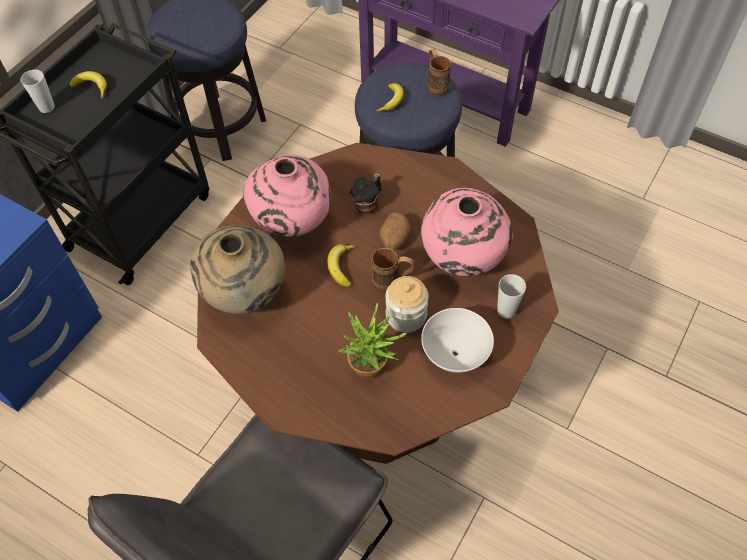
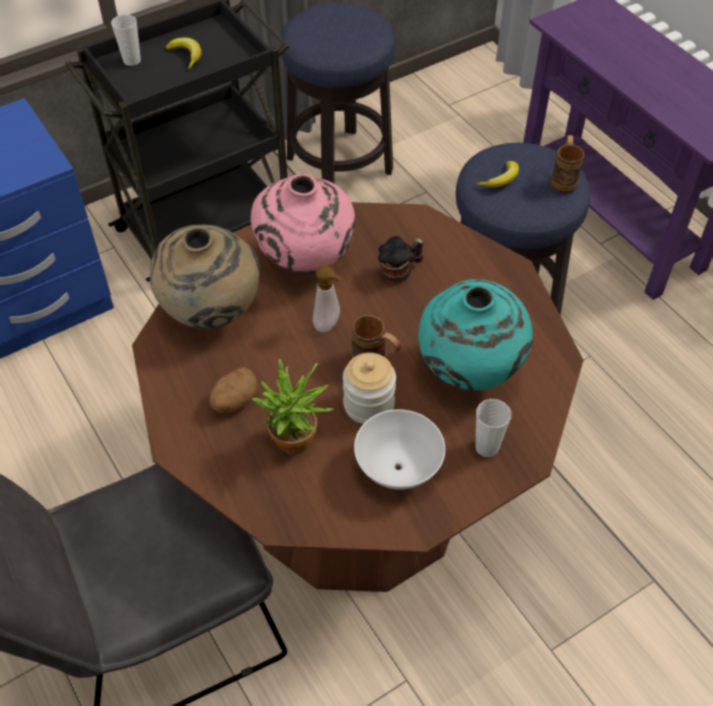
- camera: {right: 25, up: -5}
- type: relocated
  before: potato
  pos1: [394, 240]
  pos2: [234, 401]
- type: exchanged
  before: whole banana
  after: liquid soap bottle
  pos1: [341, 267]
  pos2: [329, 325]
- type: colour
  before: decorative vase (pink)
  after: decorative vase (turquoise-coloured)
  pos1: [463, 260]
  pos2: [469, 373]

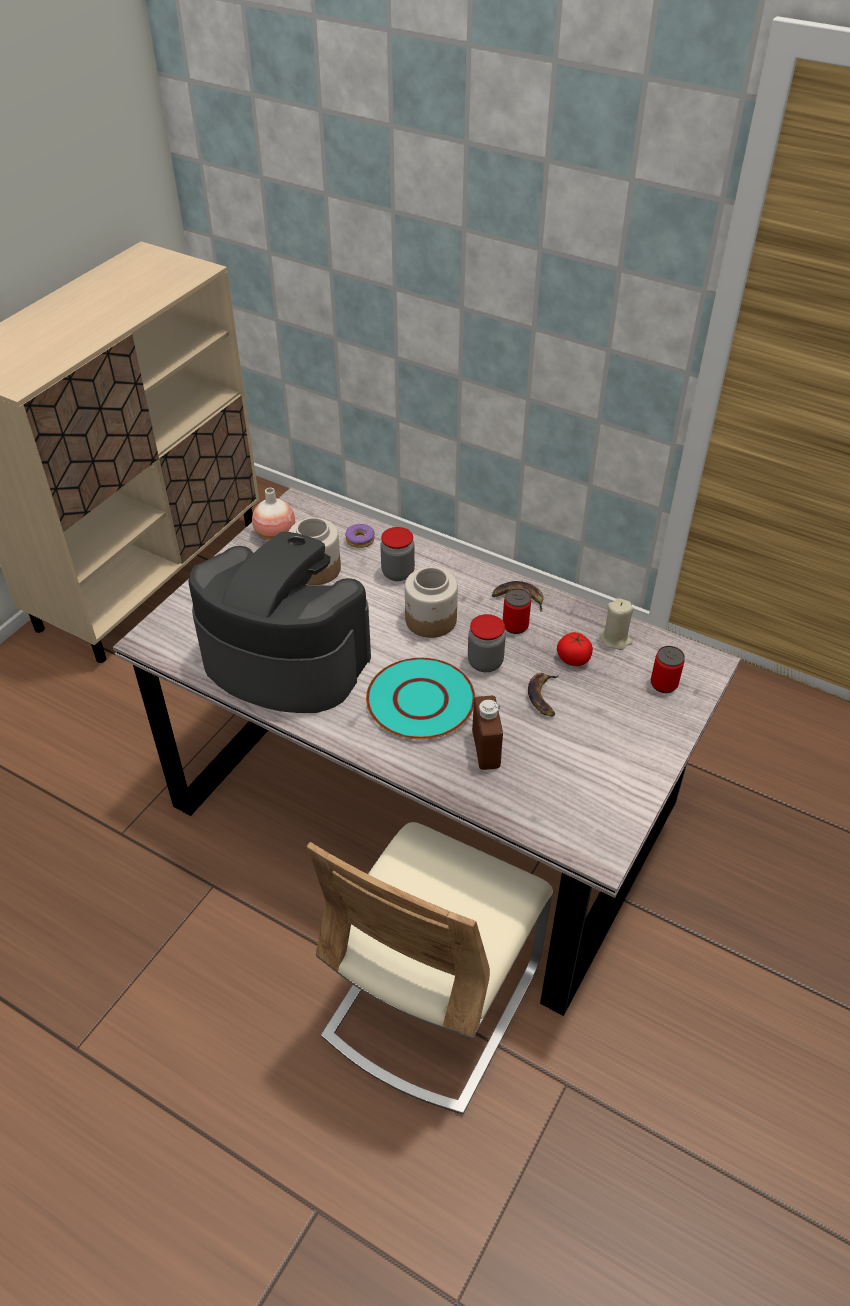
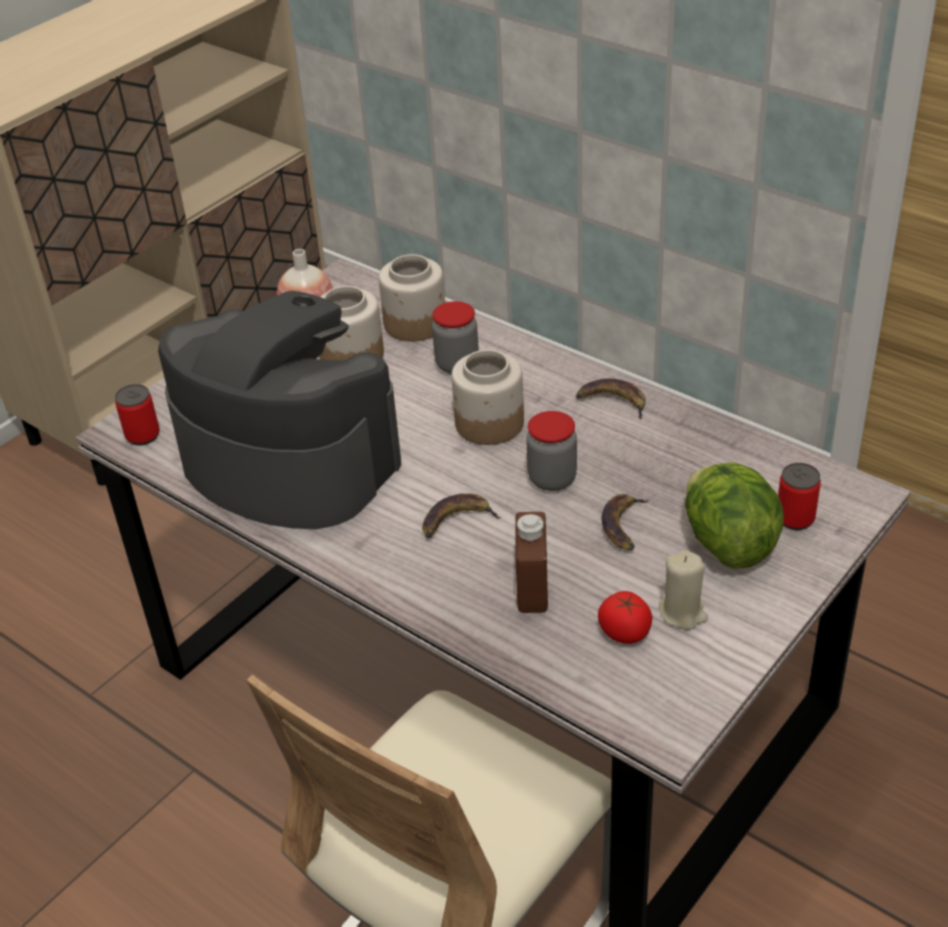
- camera: {right: 10, up: -5}
- type: relocated
  before: metal can
  pos1: [515, 625]
  pos2: [143, 435]
- type: exchanged
  before: doughnut
  after: preserve jar
  pos1: [360, 540]
  pos2: [416, 323]
- type: exchanged
  before: plate (turquoise-coloured)
  after: whole banana
  pos1: [420, 700]
  pos2: [456, 520]
- type: relocated
  before: whole tomato
  pos1: [573, 659]
  pos2: [625, 632]
- type: relocated
  before: wax candle (beige)
  pos1: [615, 639]
  pos2: [682, 613]
- type: appeared
  after: head of lettuce
  pos2: [727, 543]

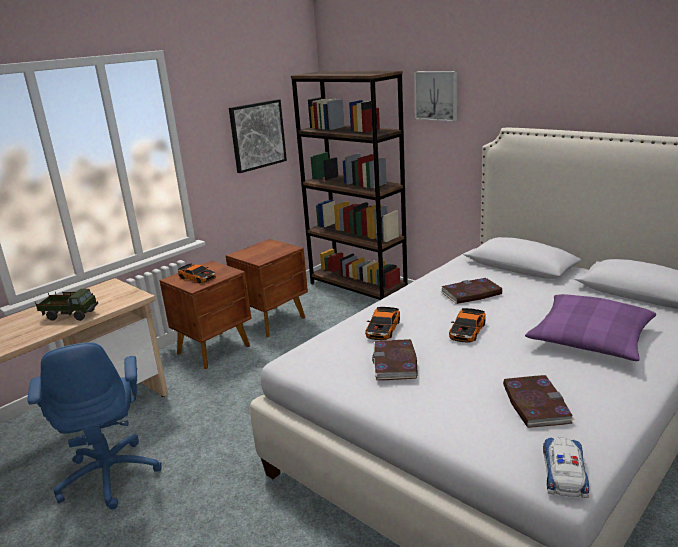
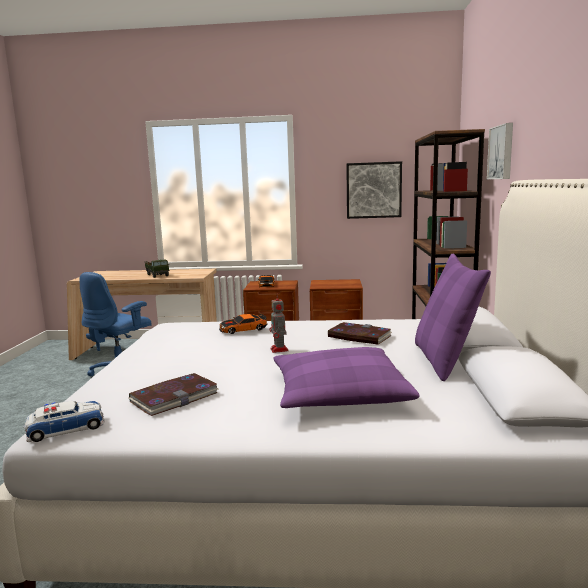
- camera: {right: 50, up: -10}
- type: exchanged
  before: miniature car
  after: model robot
  pos1: [467, 331]
  pos2: [279, 350]
- type: appeared
  after: cushion (purplish)
  pos2: [444, 361]
- type: missing
  before: bound book
  pos1: [395, 363]

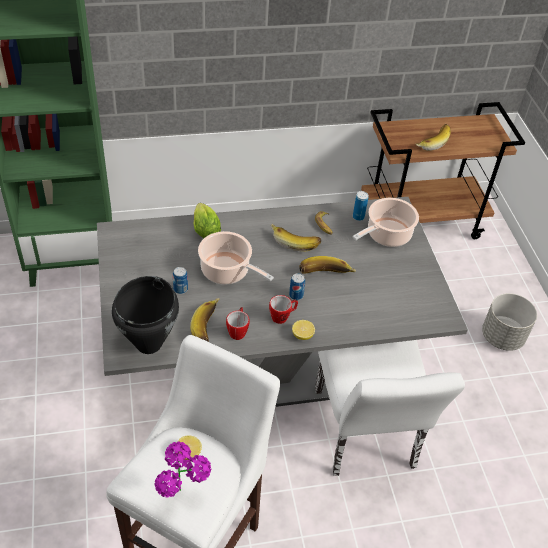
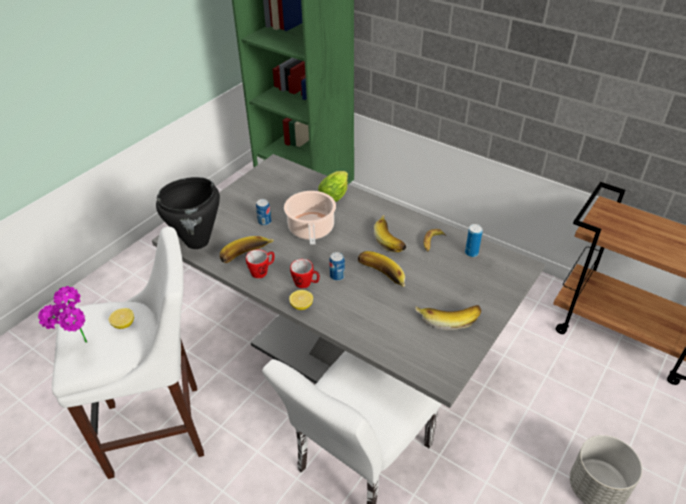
- camera: {right: 50, up: -5}
- type: relocated
  before: whole banana
  pos1: [431, 142]
  pos2: [448, 318]
- type: missing
  before: stockpot
  pos1: [386, 235]

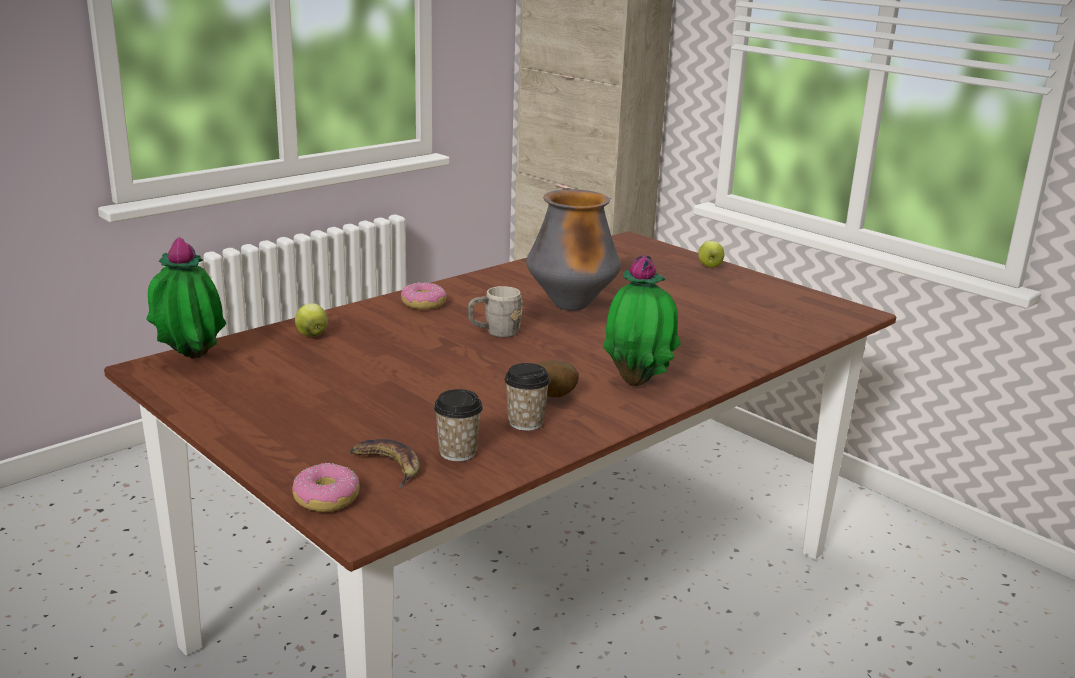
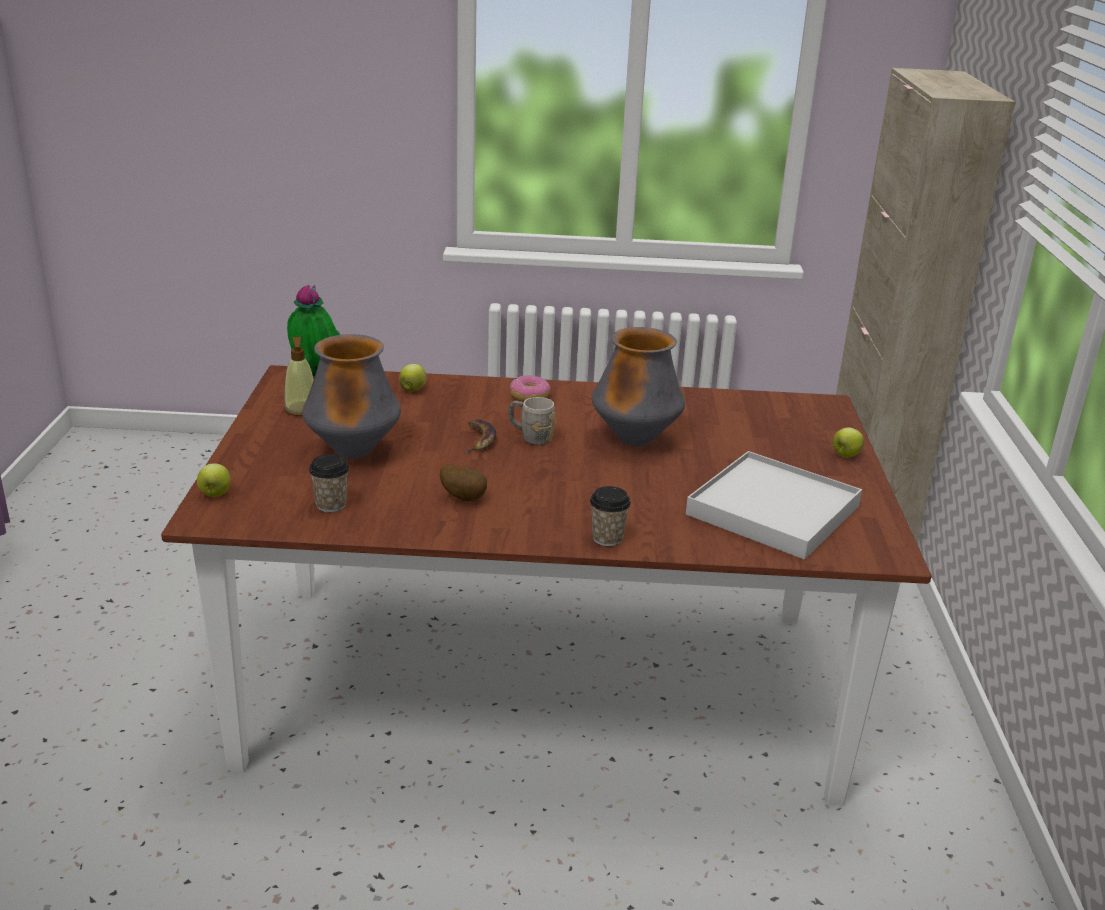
- camera: {right: 45, up: 5}
- type: exchanged
  before: doughnut
  after: whole apple
  pos1: [326, 498]
  pos2: [215, 494]
- type: appeared
  after: liquid soap bottle
  pos2: [301, 410]
- type: appeared
  after: decorative vase
  pos2: [354, 452]
- type: relocated
  before: whole banana
  pos1: [387, 466]
  pos2: [479, 439]
- type: relocated
  before: small cup
  pos1: [525, 423]
  pos2: [607, 538]
- type: appeared
  after: serving tray (whitish)
  pos2: [773, 511]
- type: missing
  before: plant in a pot
  pos1: [638, 381]

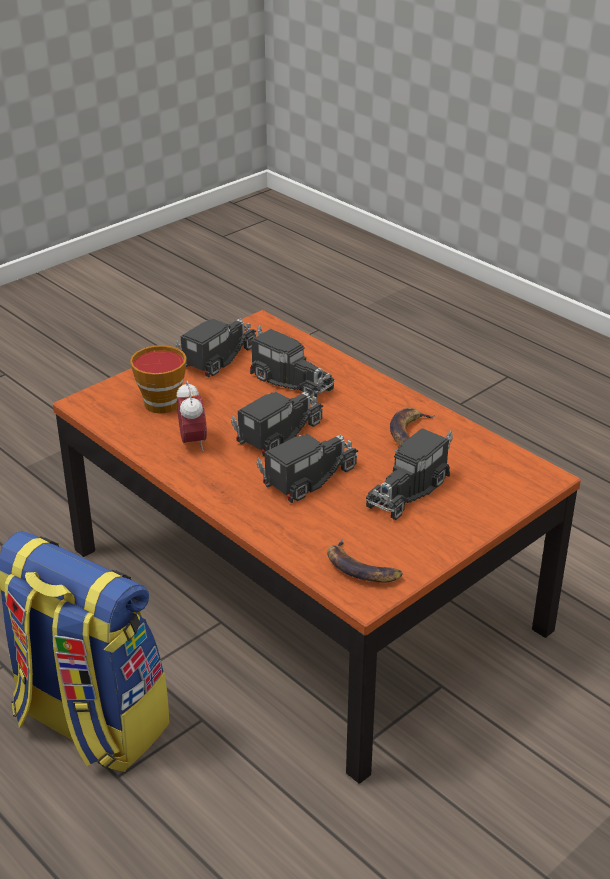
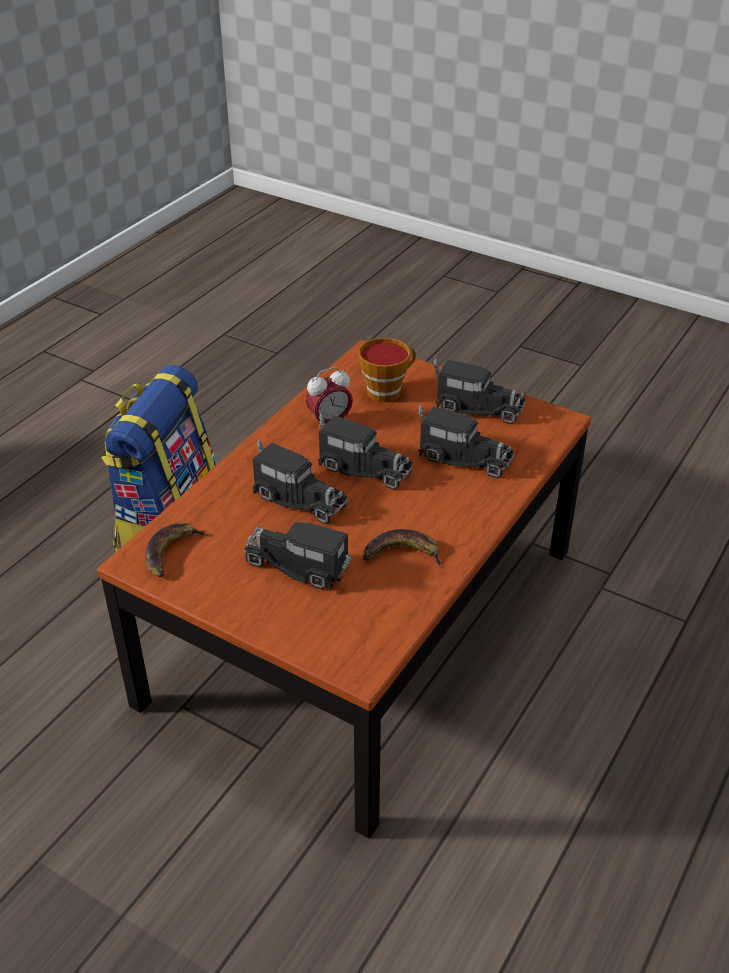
- camera: {right: 75, up: 5}
- type: spun
  before: toy lorry
  pos1: [289, 380]
  pos2: [460, 457]
  turn: -90

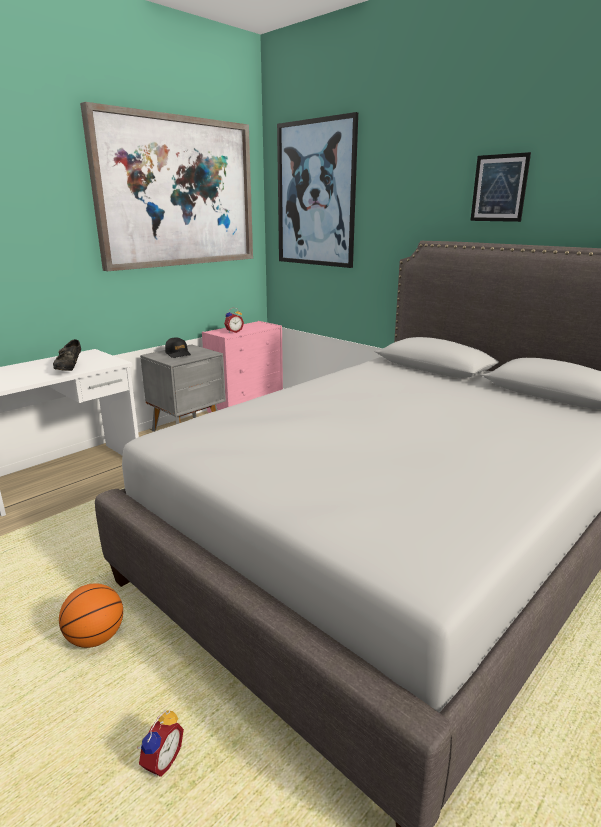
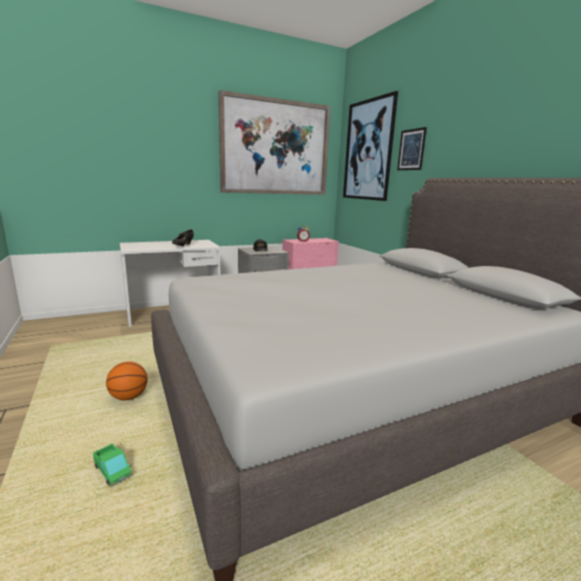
- camera: {right: 20, up: -5}
- type: exchanged
  before: bedside clock
  after: toy lorry
  pos1: [161, 761]
  pos2: [113, 471]
- type: relocated
  before: wall picture
  pos1: [499, 188]
  pos2: [411, 149]

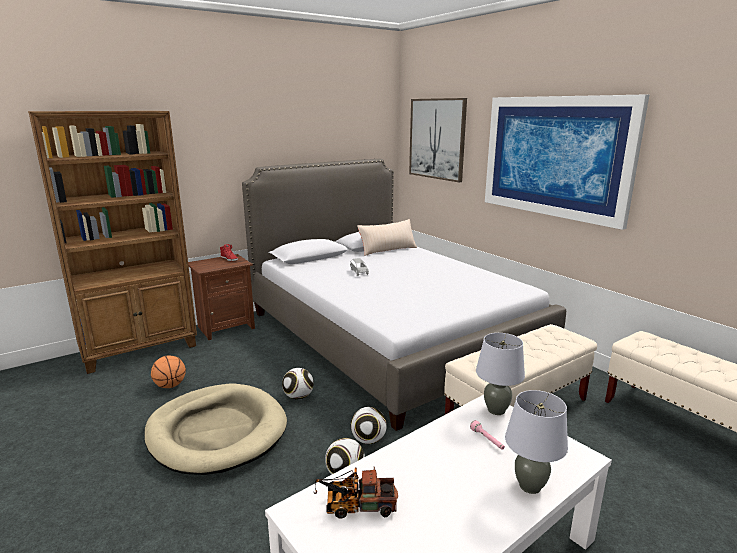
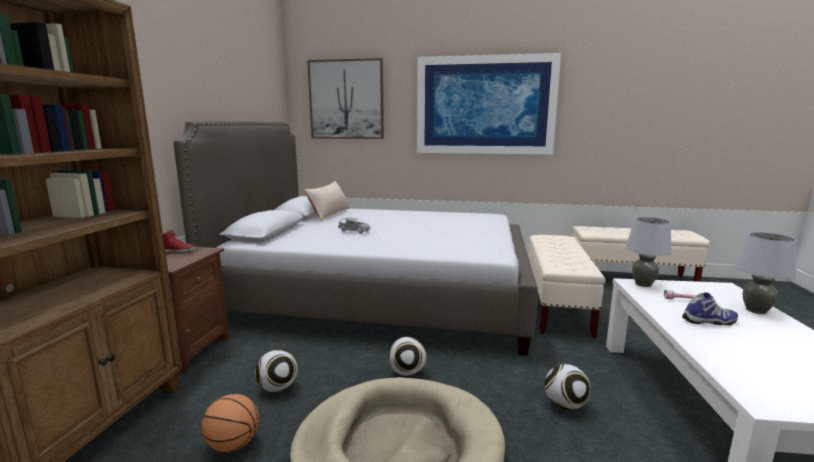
- camera: {right: -45, up: -5}
- type: relocated
  before: football ball
  pos1: [368, 440]
  pos2: [277, 388]
- type: appeared
  after: item of footwear
  pos2: [710, 322]
- type: missing
  before: toy lorry
  pos1: [356, 506]

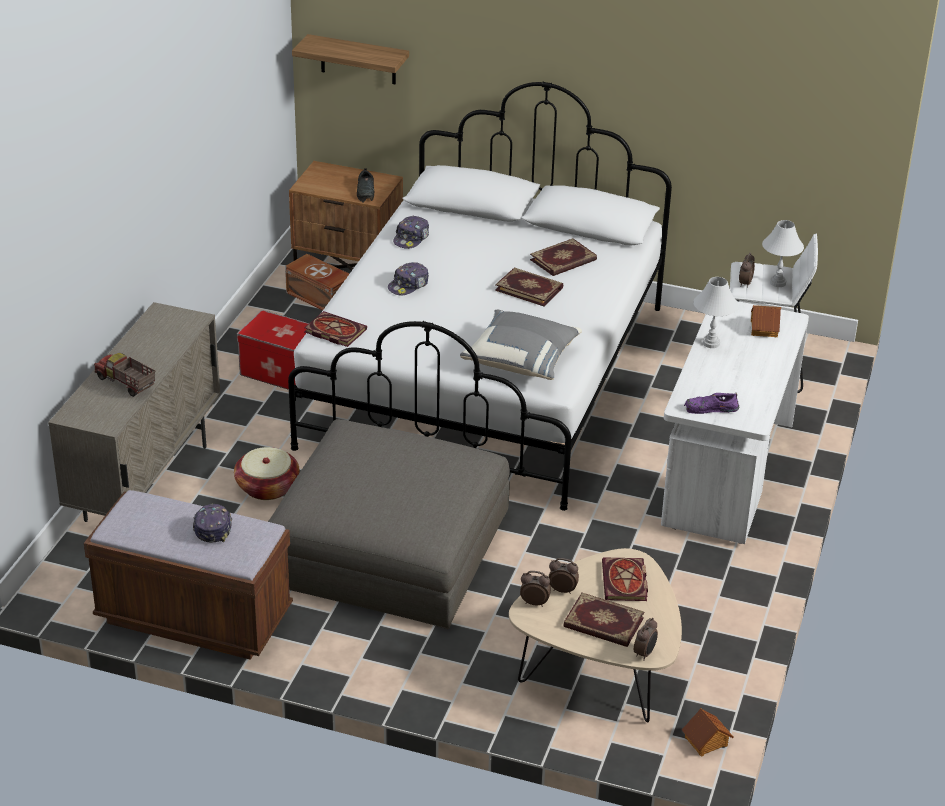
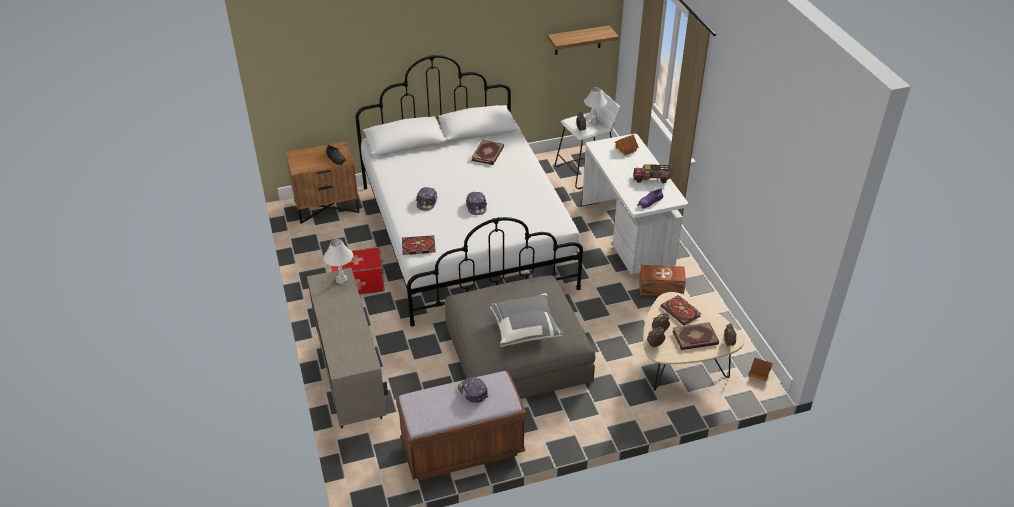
- camera: {right: -35, up: 5}
- type: relocated
  before: tabletop lamp (whitish)
  pos1: [710, 343]
  pos2: [341, 279]
- type: relocated
  before: baseball cap
  pos1: [411, 238]
  pos2: [476, 207]
- type: relocated
  before: cushion (greyish)
  pos1: [522, 360]
  pos2: [525, 329]
- type: relocated
  before: bracket shelf
  pos1: [358, 60]
  pos2: [578, 40]
- type: relocated
  before: toy lorry
  pos1: [125, 383]
  pos2: [651, 179]
- type: relocated
  before: storage bin (brown)
  pos1: [320, 298]
  pos2: [661, 289]
- type: missing
  before: basket
  pos1: [267, 487]
- type: missing
  before: bound book
  pos1: [529, 288]

